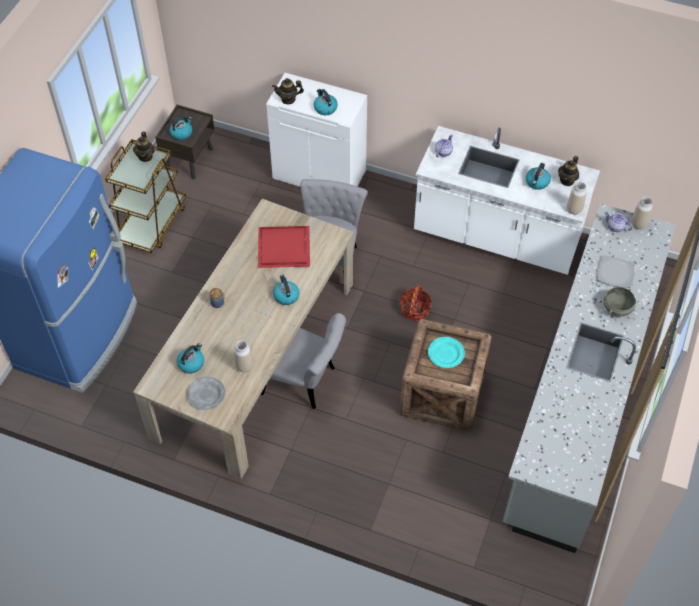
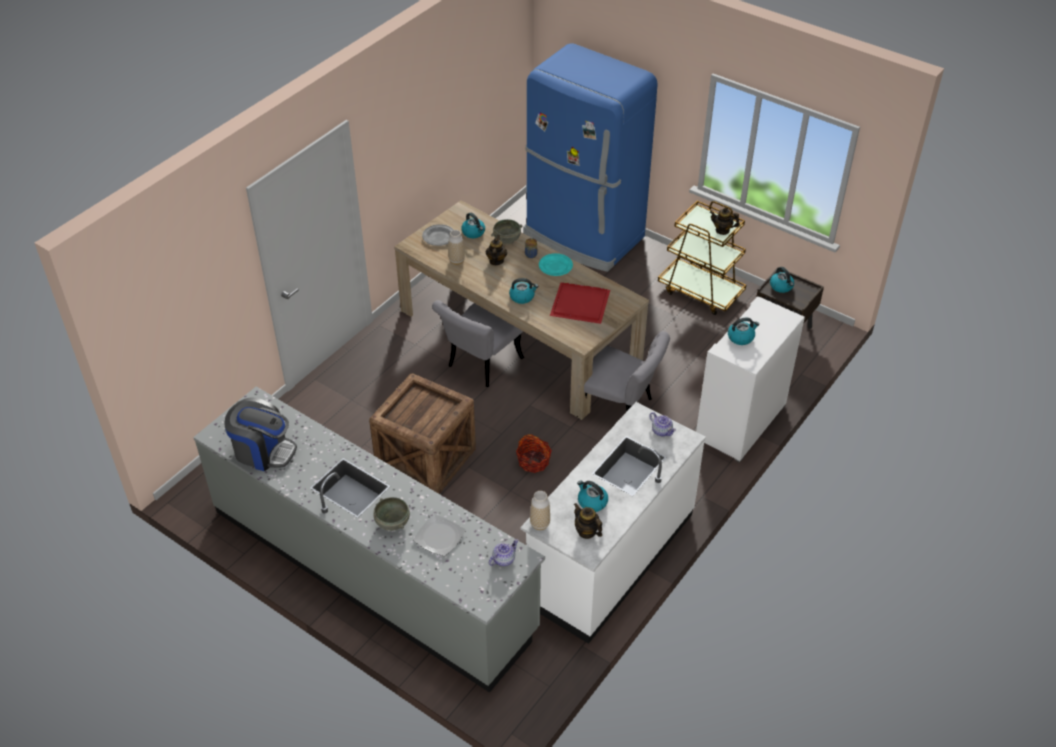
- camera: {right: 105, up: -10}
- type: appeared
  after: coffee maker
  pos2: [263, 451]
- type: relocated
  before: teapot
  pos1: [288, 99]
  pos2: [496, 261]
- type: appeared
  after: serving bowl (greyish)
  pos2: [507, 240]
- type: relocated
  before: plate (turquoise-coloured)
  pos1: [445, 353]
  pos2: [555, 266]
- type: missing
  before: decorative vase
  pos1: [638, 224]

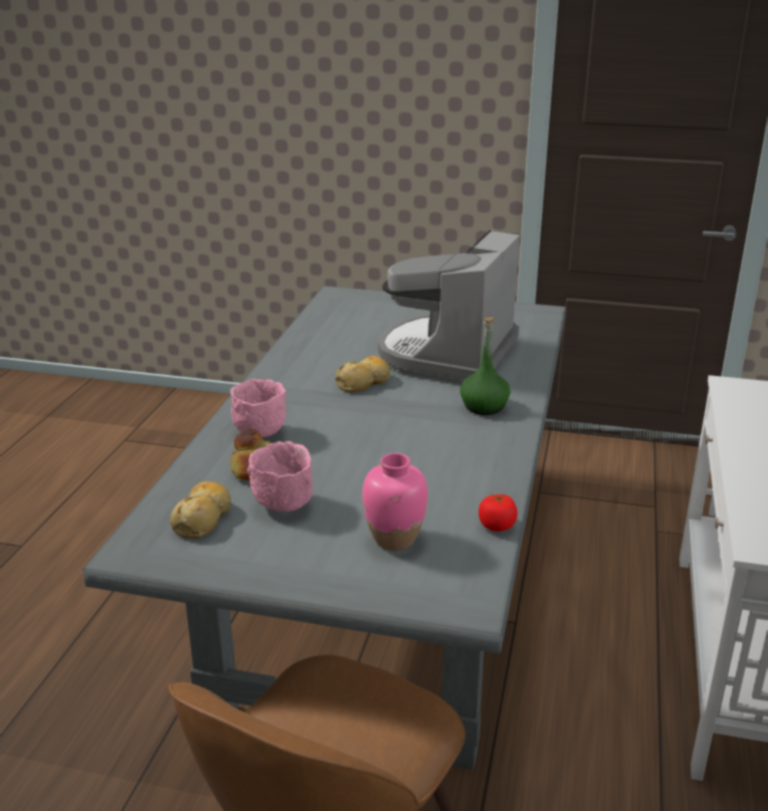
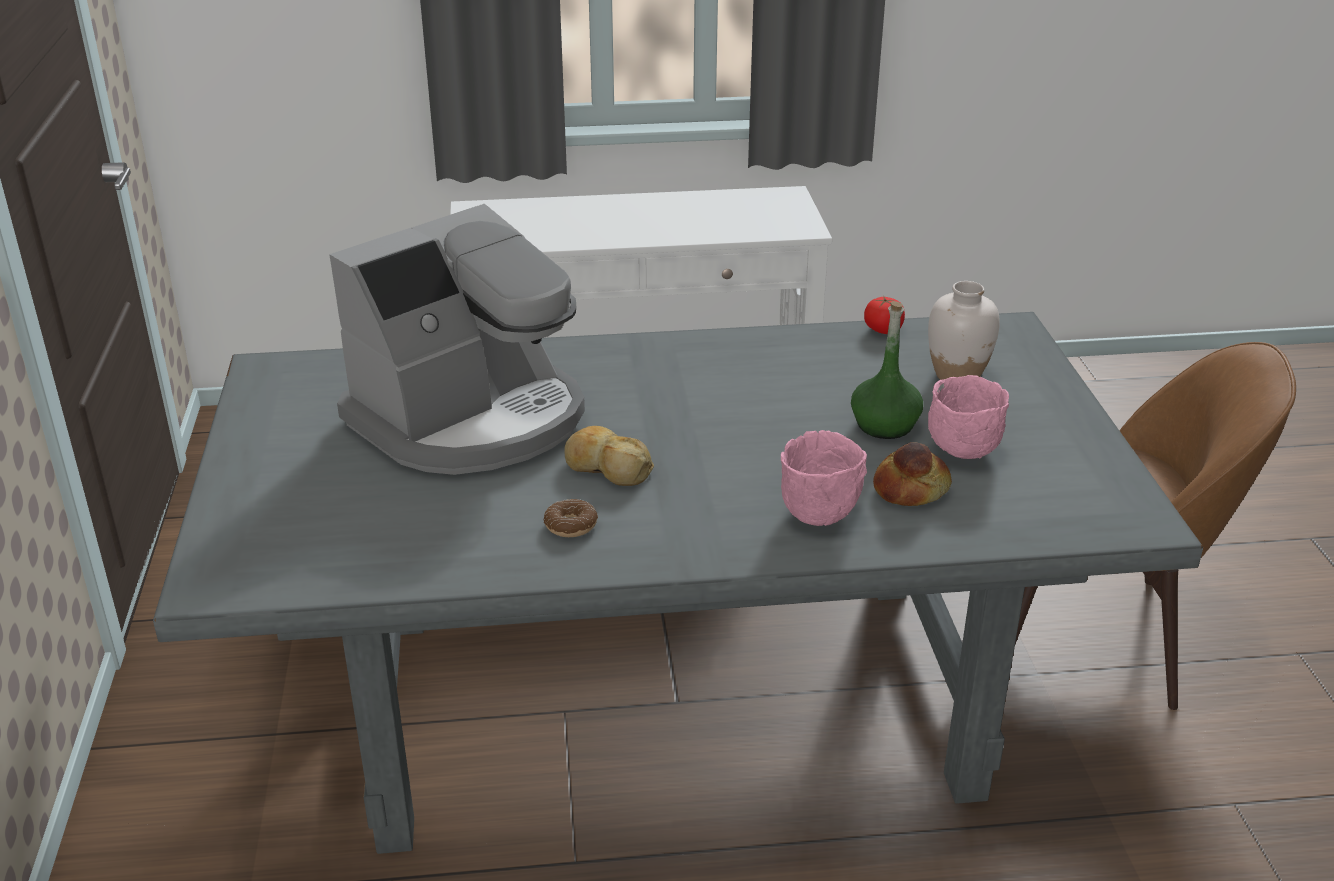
- camera: {right: -110, up: 5}
- type: spun
  before: coffee maker
  pos1: [447, 354]
  pos2: [471, 419]
  turn: -45
- type: appeared
  after: doughnut
  pos2: [571, 525]
- type: relocated
  before: bottle (green-coloured)
  pos1: [484, 407]
  pos2: [885, 425]
- type: colour
  before: decorative vase (pink)
  after: decorative vase (whitish)
  pos1: [395, 539]
  pos2: [957, 375]
- type: missing
  before: baked bread
  pos1: [203, 518]

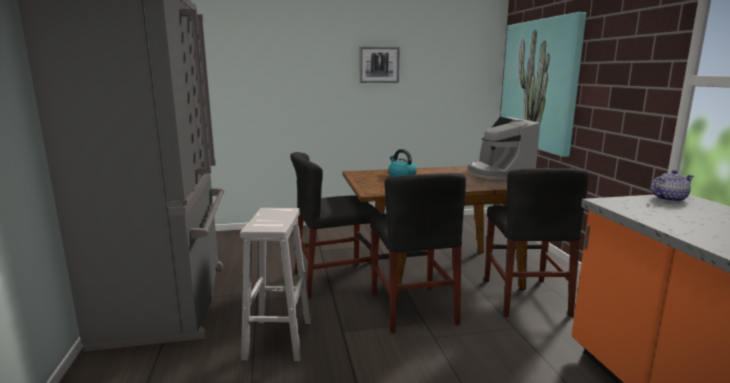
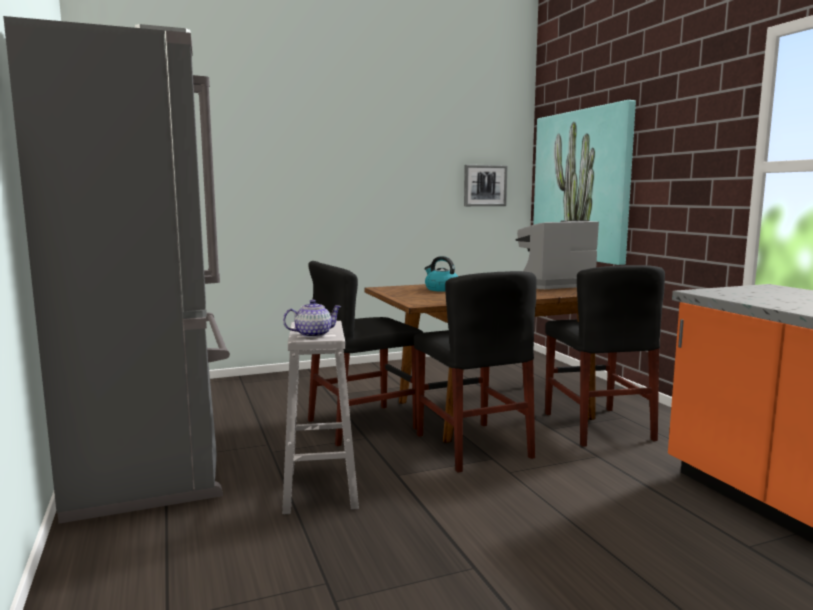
- camera: {right: -10, up: -5}
- type: relocated
  before: teapot
  pos1: [668, 199]
  pos2: [312, 334]
- type: relocated
  before: wall picture
  pos1: [379, 64]
  pos2: [485, 185]
- type: spun
  before: coffee maker
  pos1: [499, 173]
  pos2: [552, 284]
  turn: 90

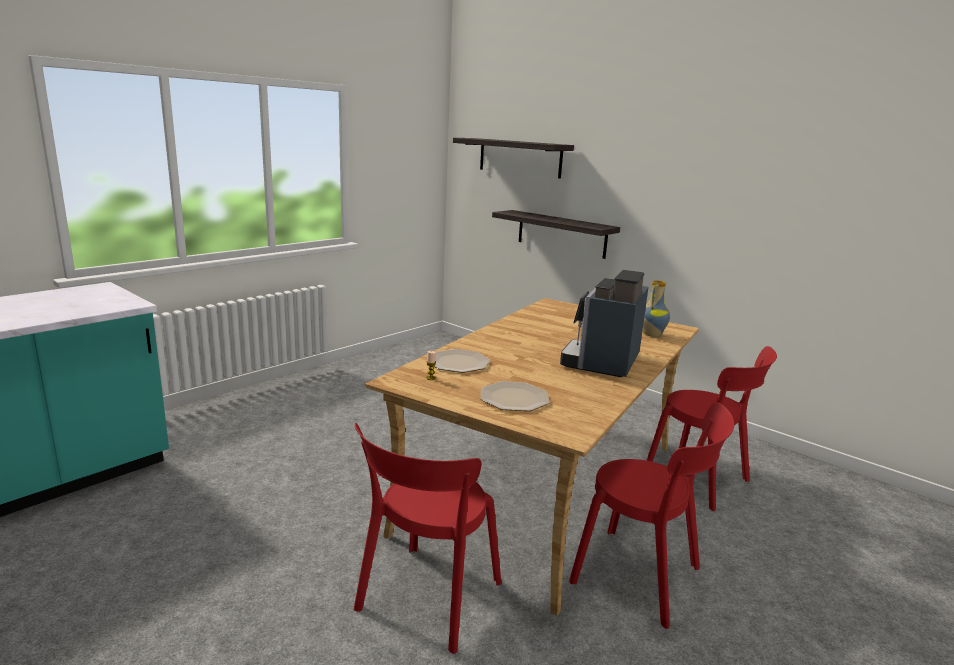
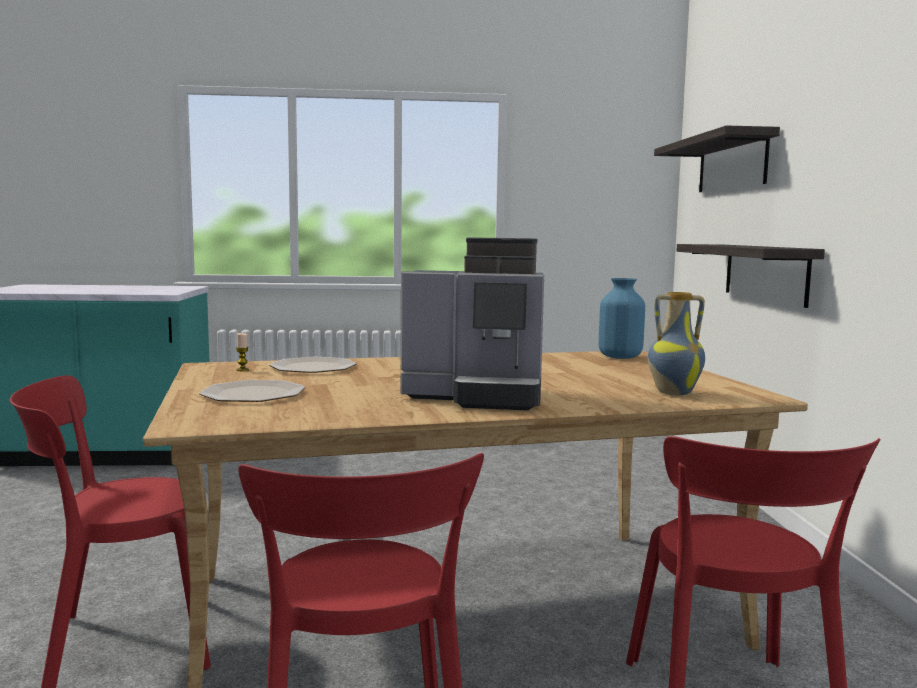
- camera: {right: 45, up: -10}
- type: spun
  before: coffee maker
  pos1: [603, 362]
  pos2: [478, 396]
  turn: -150
- type: appeared
  after: decorative vase (blue-coloured)
  pos2: [620, 357]

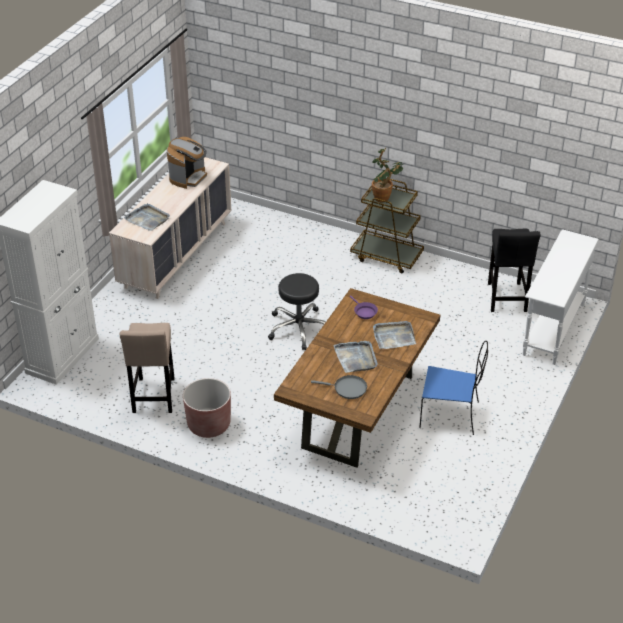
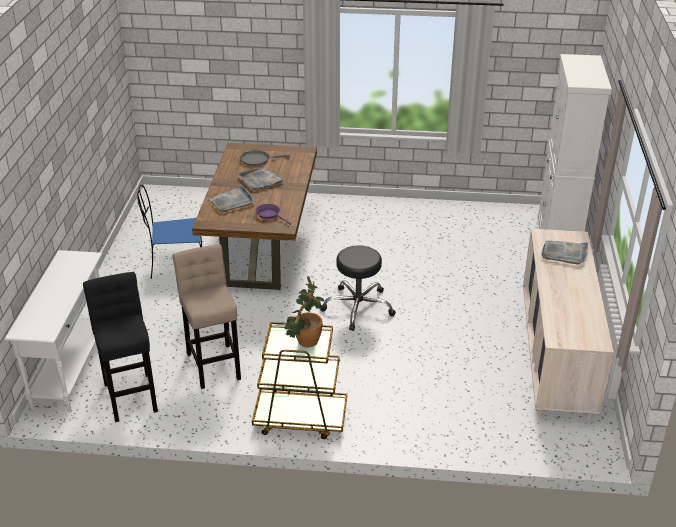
- camera: {right: 160, up: -5}
- type: relocated
  before: stool seat (beige)
  pos1: [154, 398]
  pos2: [213, 363]
- type: missing
  before: coffee maker
  pos1: [188, 177]
- type: missing
  before: plant pot (brown)
  pos1: [209, 425]

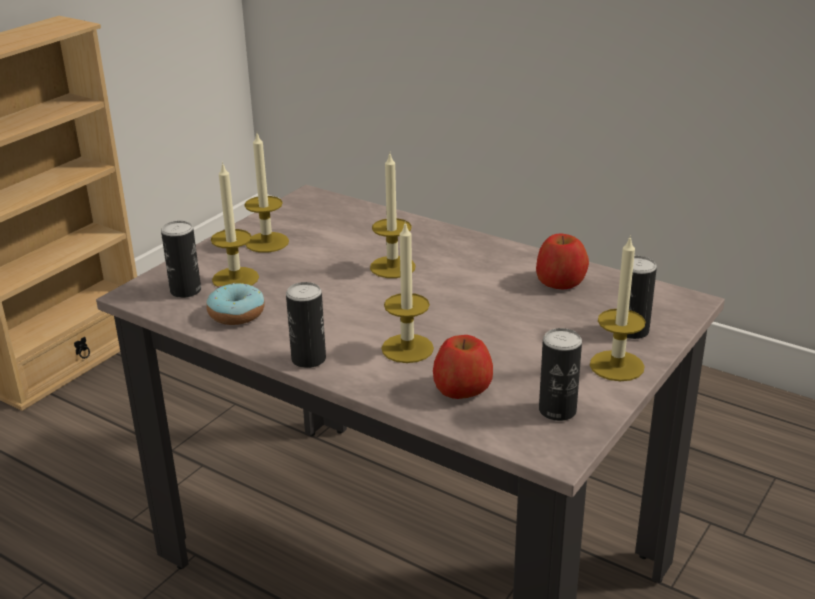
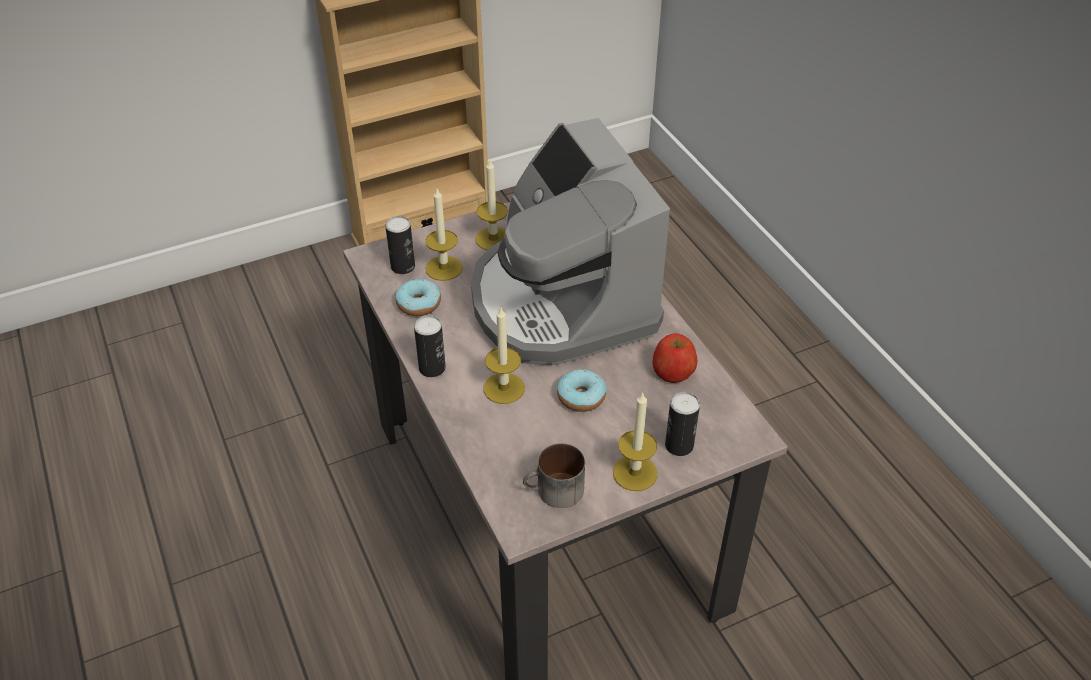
- camera: {right: 30, up: 15}
- type: exchanged
  before: wax candle
  after: coffee maker
  pos1: [392, 267]
  pos2: [561, 302]
- type: exchanged
  before: metal can
  after: coffee mug
  pos1: [557, 410]
  pos2: [554, 492]
- type: appeared
  after: doughnut
  pos2: [581, 397]
- type: missing
  before: whole apple
  pos1: [462, 389]

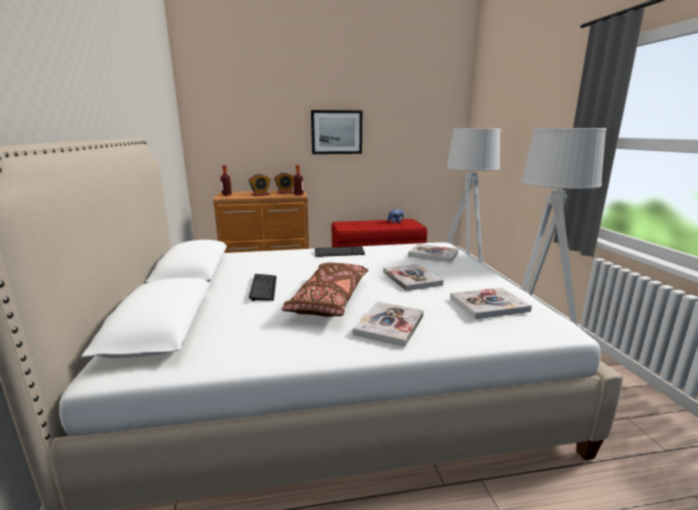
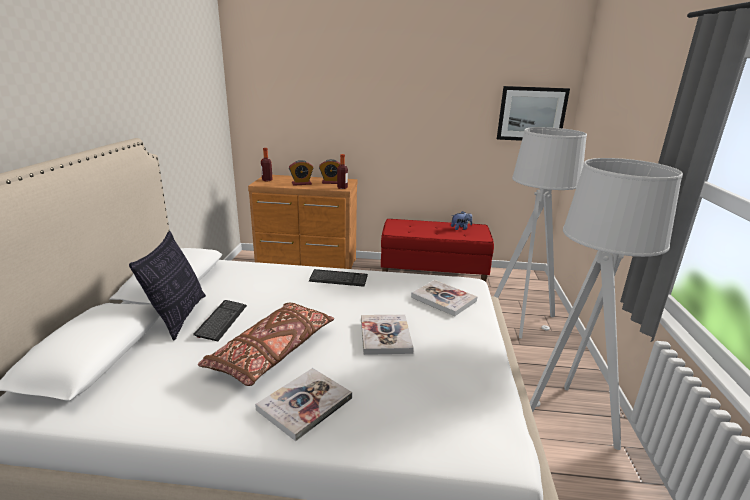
- camera: {right: 15, up: 5}
- type: appeared
  after: cushion
  pos2: [178, 316]
- type: relocated
  before: wall picture
  pos1: [336, 132]
  pos2: [531, 114]
- type: missing
  before: bound book
  pos1: [488, 305]

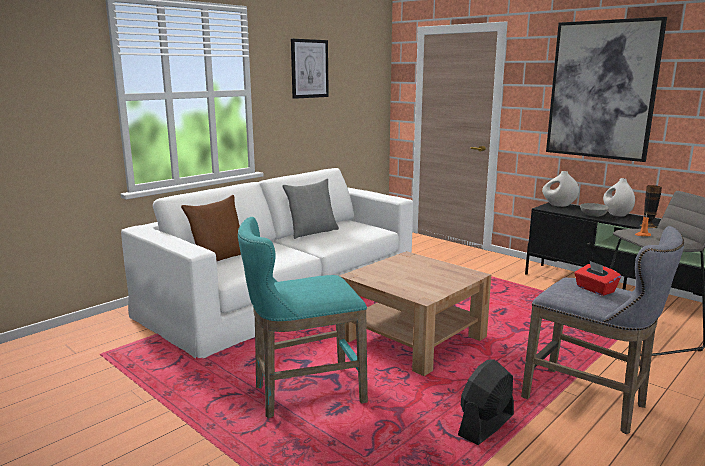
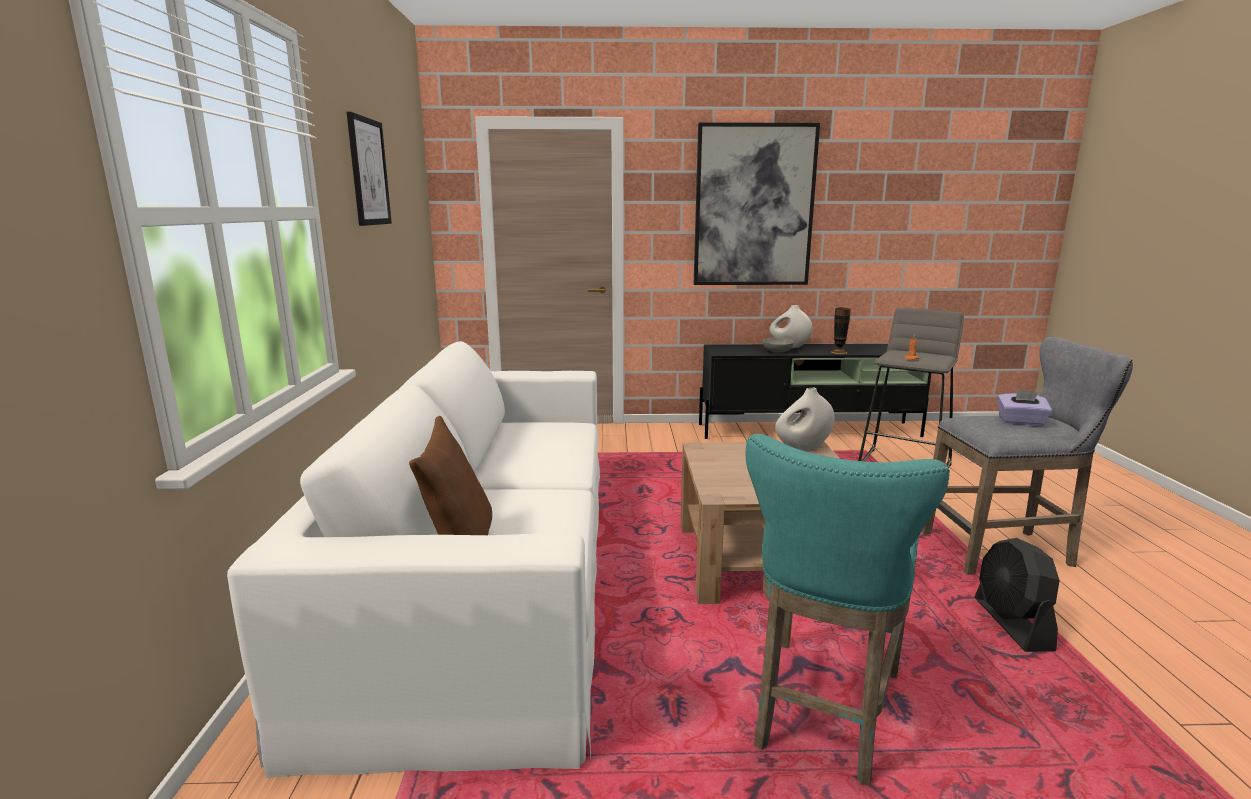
- camera: {right: -45, up: 0}
- type: relocated
  before: decorative vase (whitish)
  pos1: [558, 205]
  pos2: [802, 449]
- type: colour
  before: tissue holder (red-coloured)
  after: tissue holder (purplish)
  pos1: [595, 289]
  pos2: [1021, 421]
- type: missing
  before: cushion (greyish)
  pos1: [312, 232]

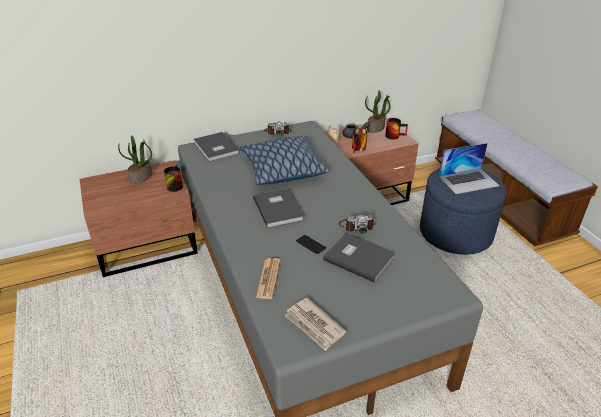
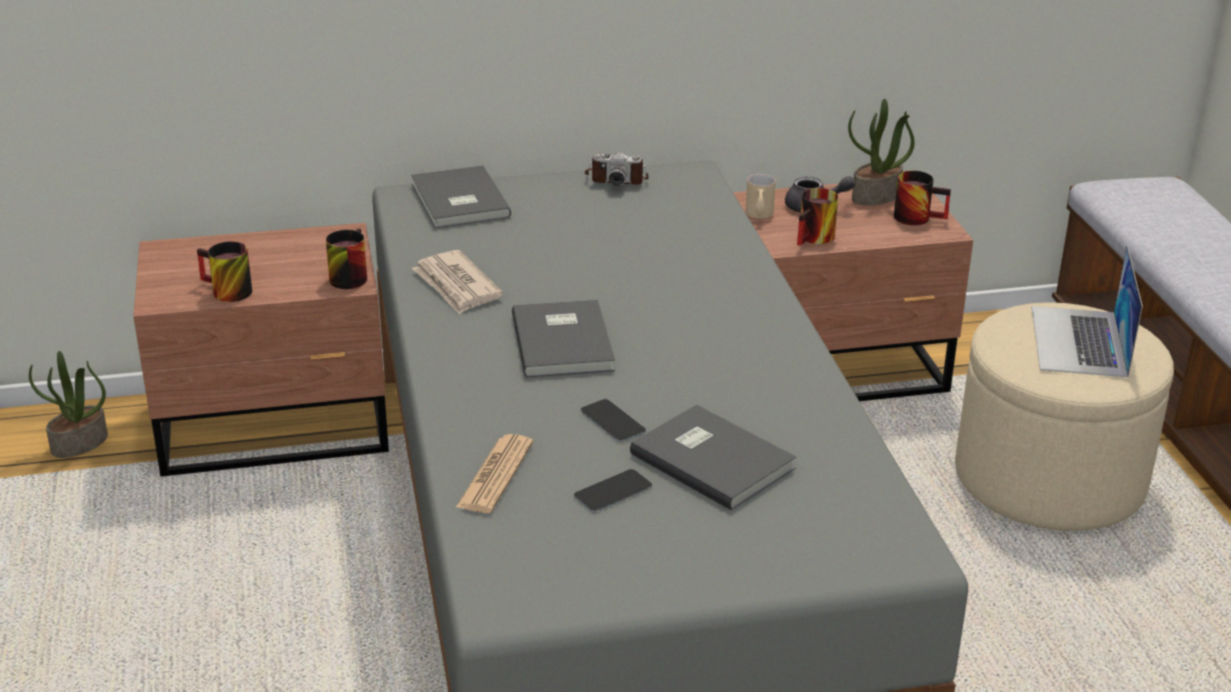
- camera: {right: 10, up: -5}
- type: relocated
  before: plant in a pot
  pos1: [141, 177]
  pos2: [79, 444]
- type: appeared
  after: coffee mug
  pos2: [224, 292]
- type: relocated
  before: daily paper
  pos1: [314, 325]
  pos2: [456, 286]
- type: appeared
  after: handset
  pos2: [613, 492]
- type: colour
  before: ottoman (blue-coloured)
  after: ottoman (beige)
  pos1: [455, 233]
  pos2: [1049, 479]
- type: spun
  before: notebook computer
  pos1: [468, 181]
  pos2: [1079, 341]
  turn: 105
- type: missing
  before: cushion
  pos1: [282, 169]
- type: missing
  before: photo camera
  pos1: [357, 226]

